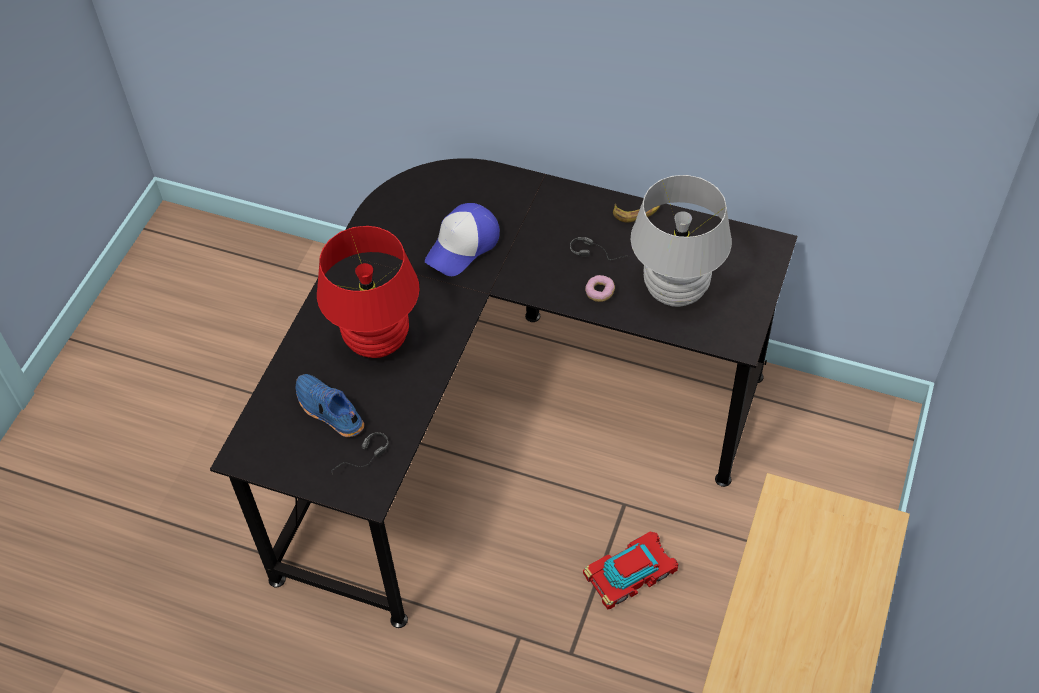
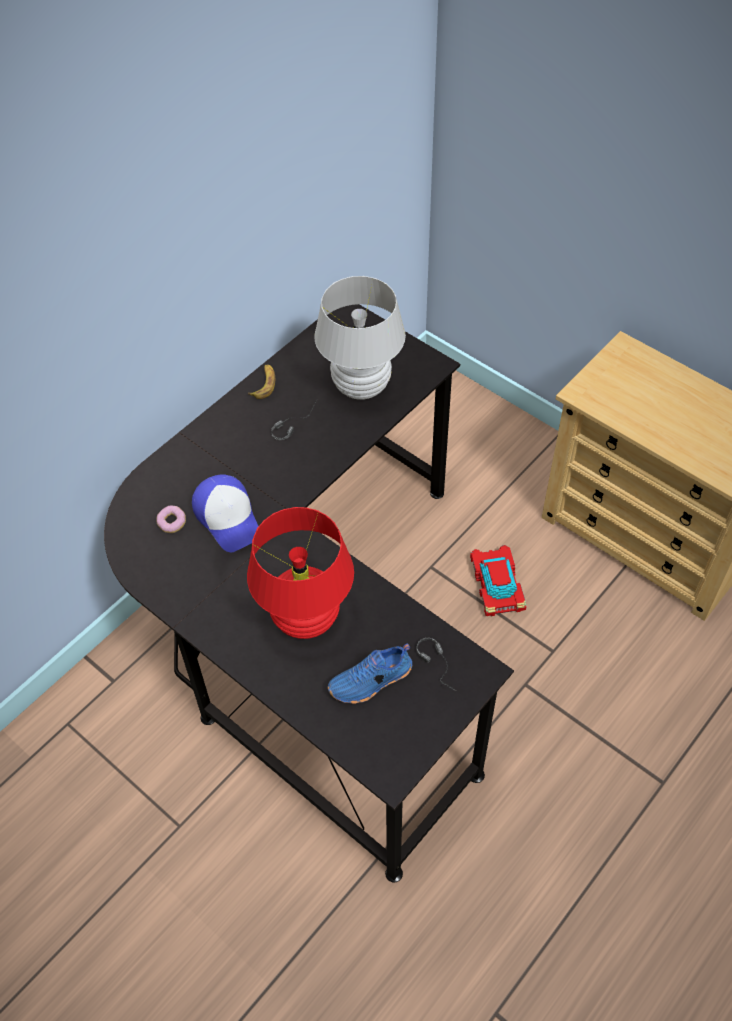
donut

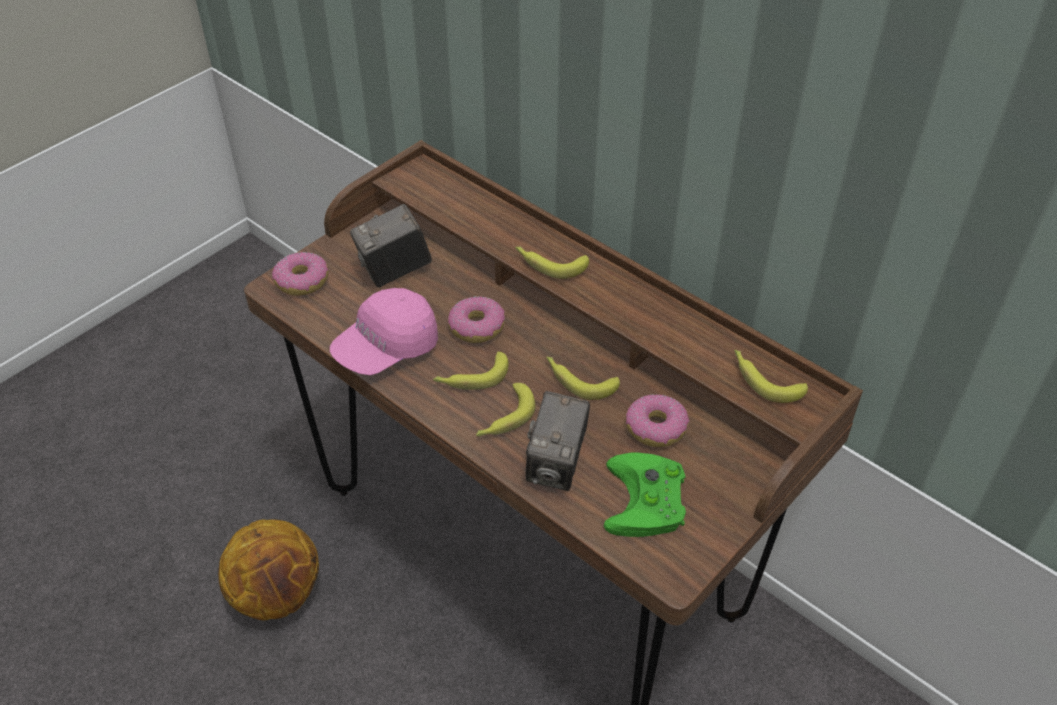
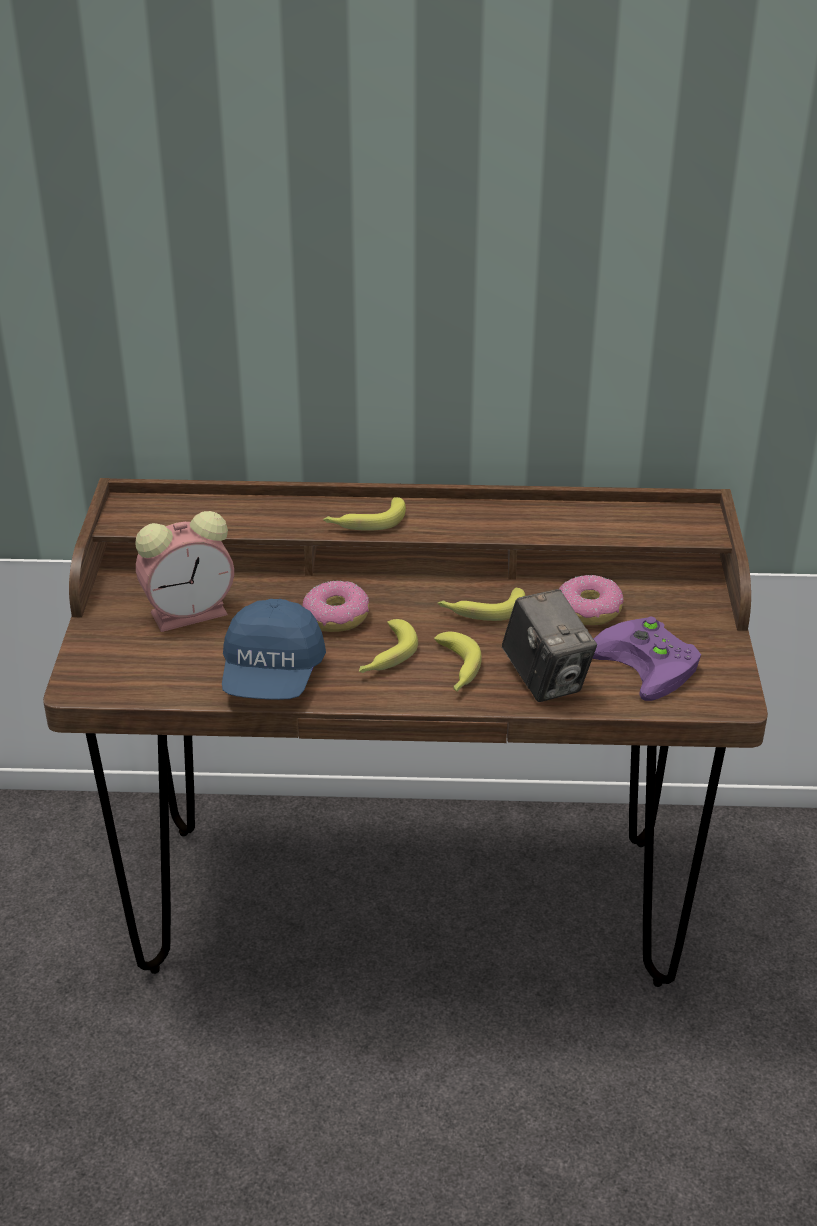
alarm clock; blue cap; purple game controller; basketball; donut (1st from left in the first image); banana (5th from left in the first image)

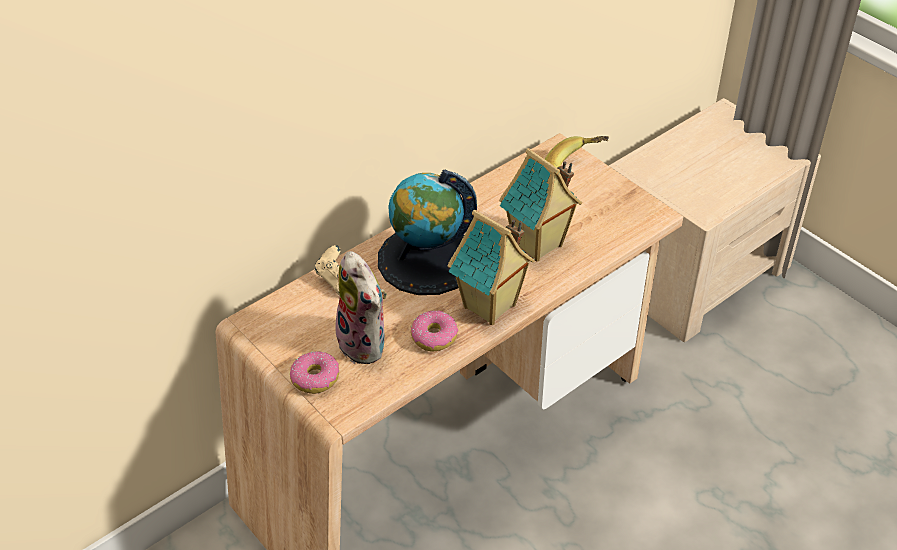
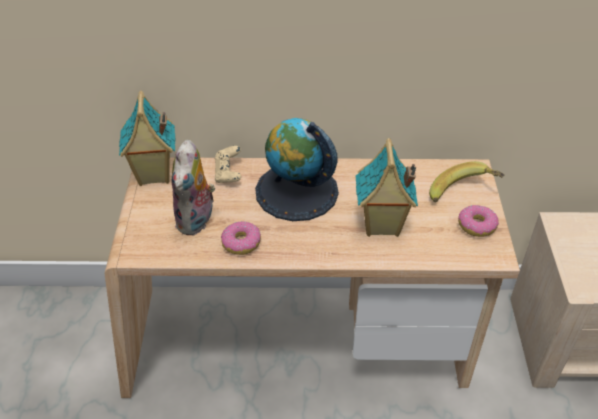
toy house (1st from left); donut (2nd from left)

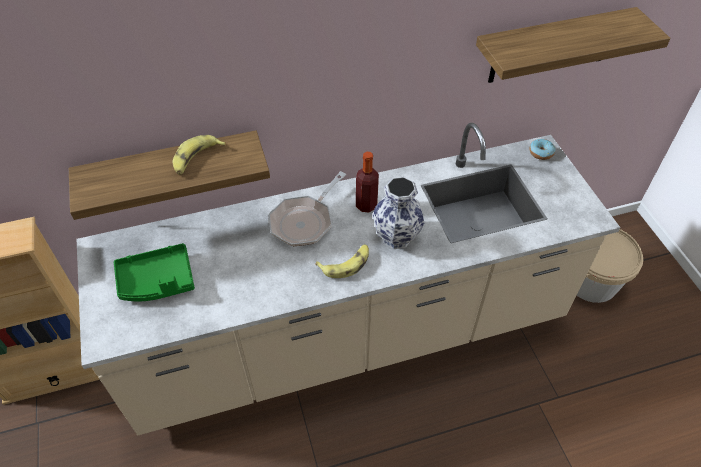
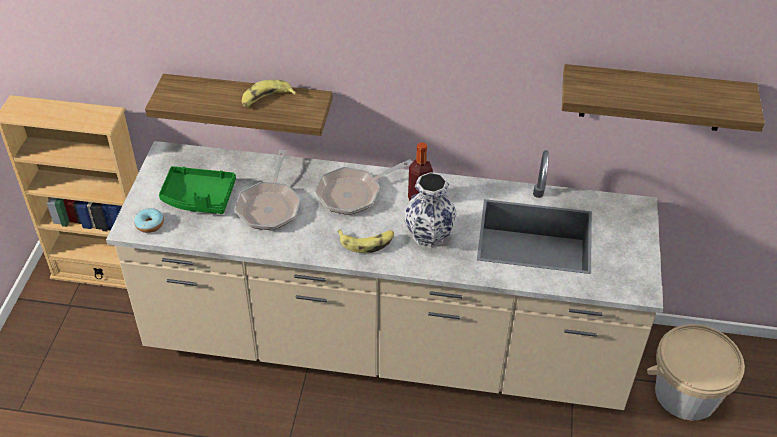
donut; frying pan (1st from left)

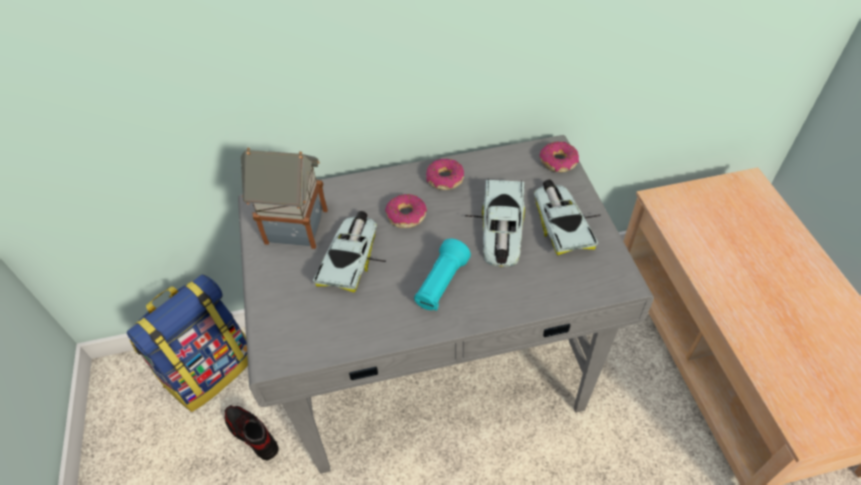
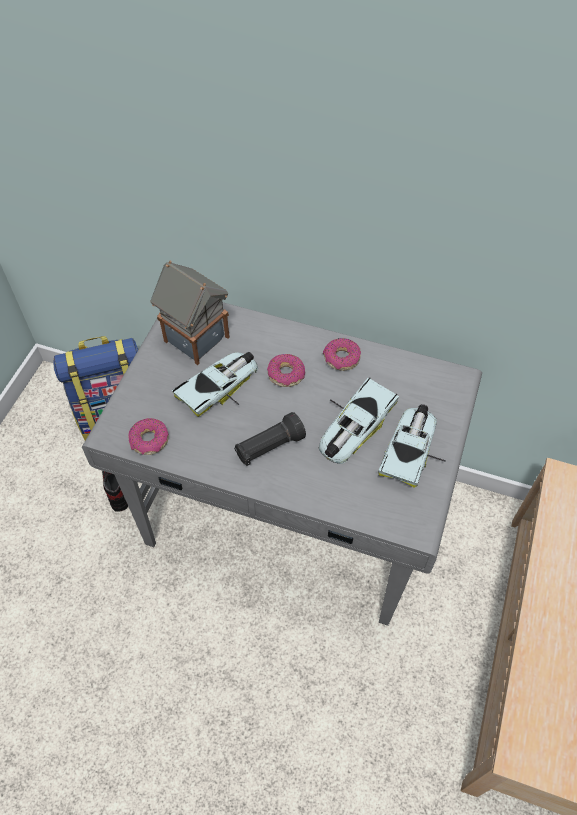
donut (1st from left); black flashlight

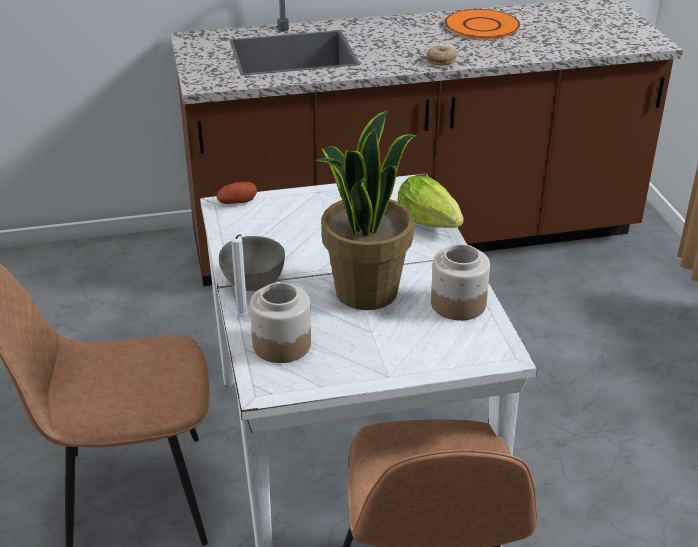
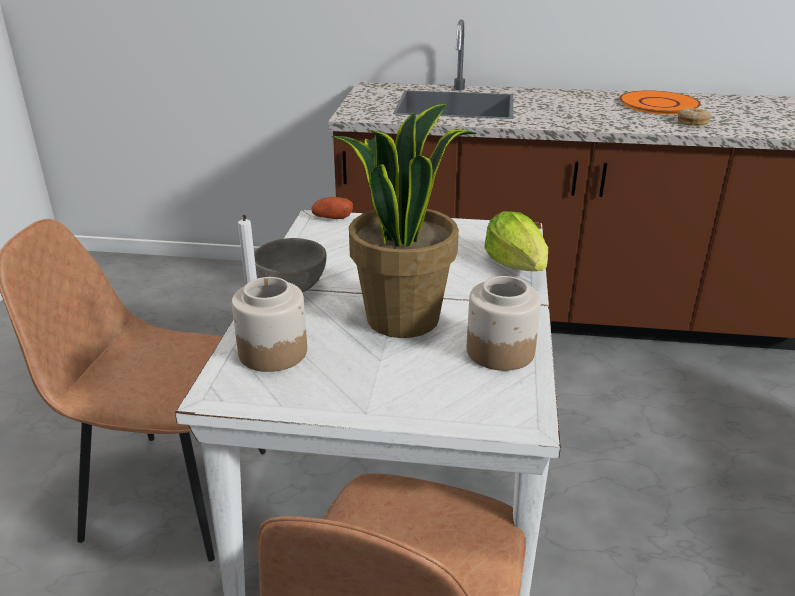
donut

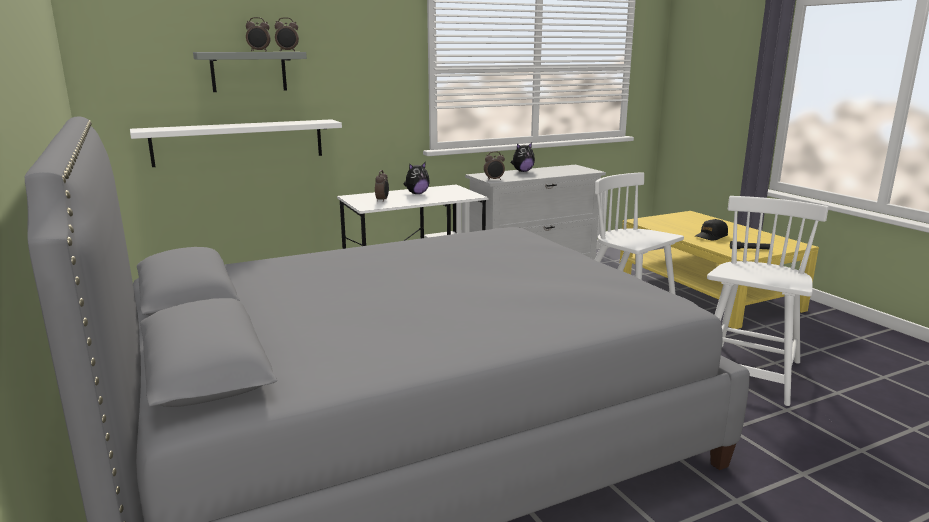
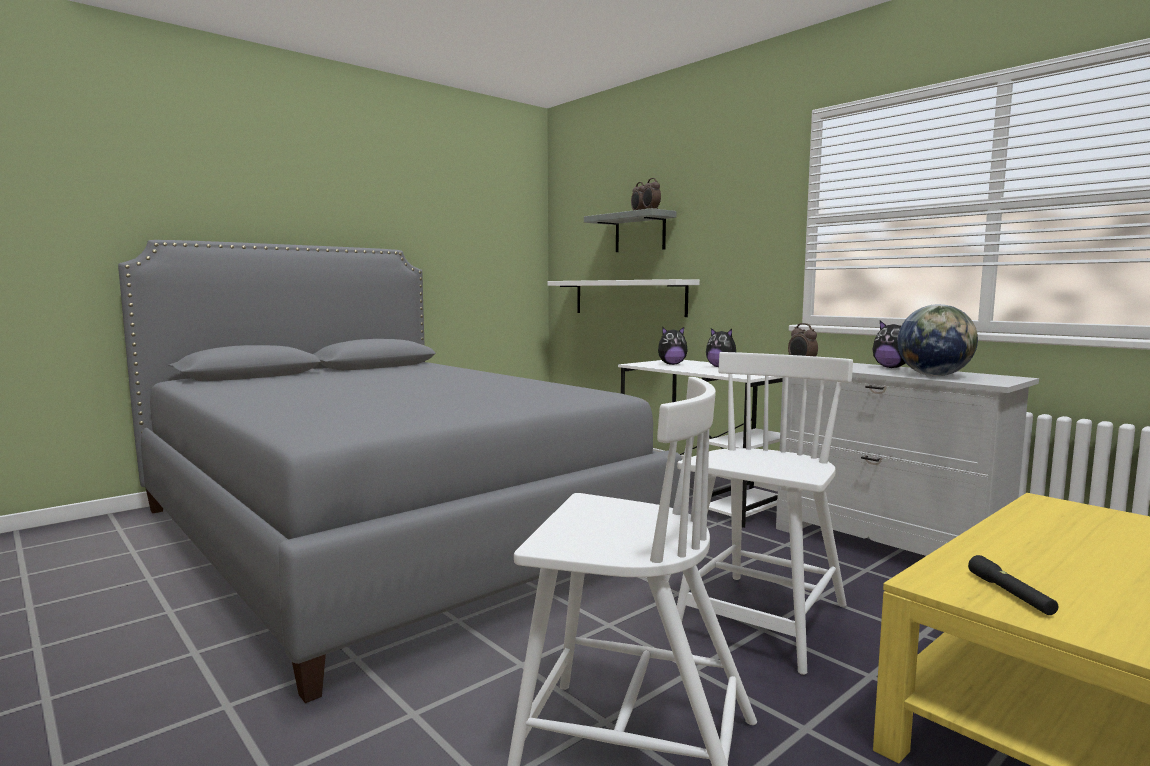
plush toy (1st from left); globe; black cap

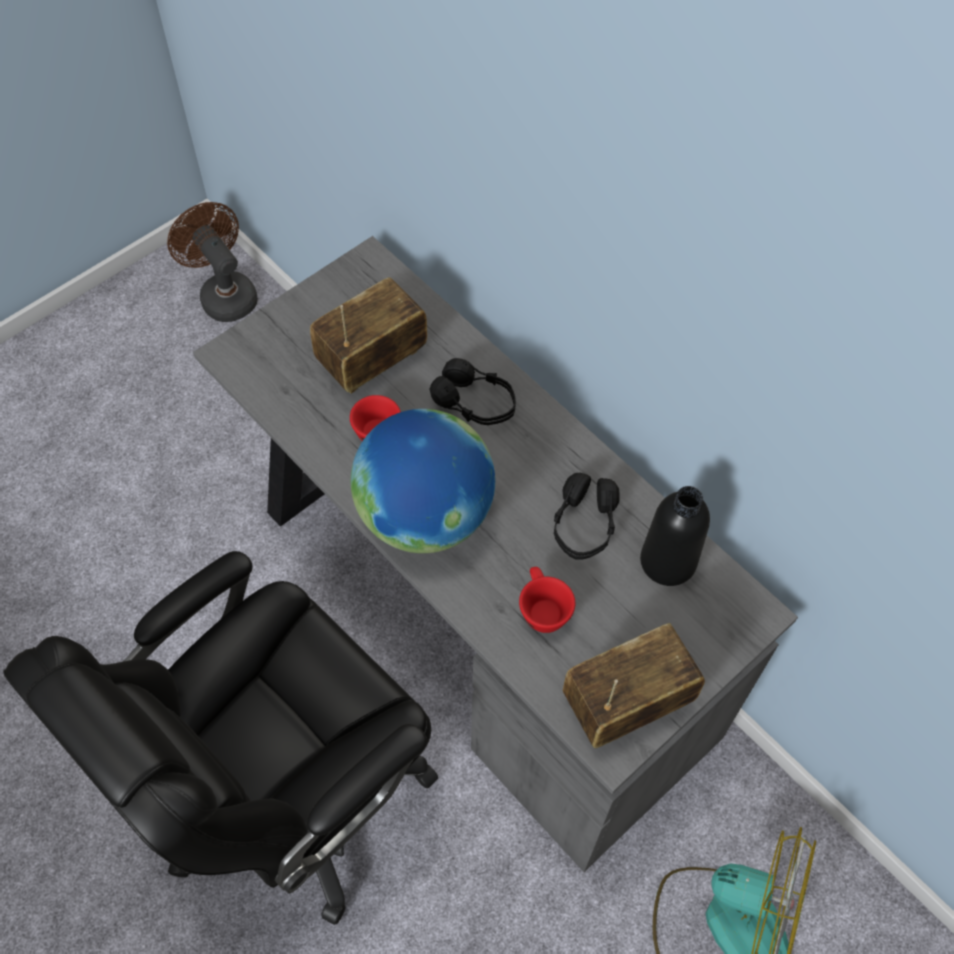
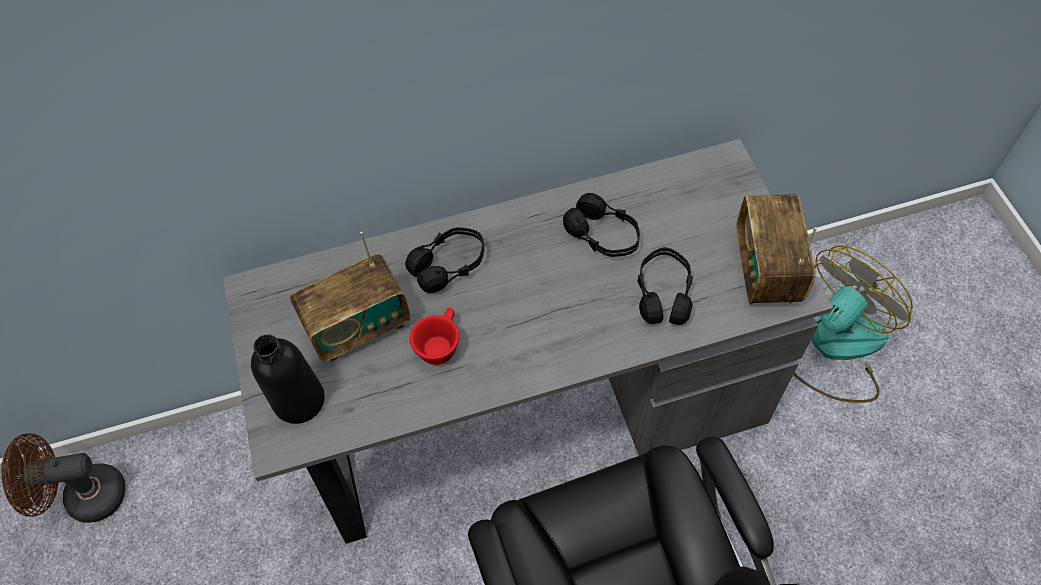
black bottle; radio (1st from left); black headphones (3rd from left); globe

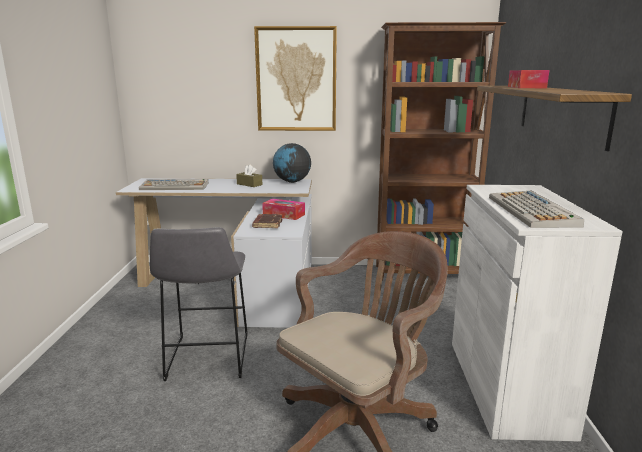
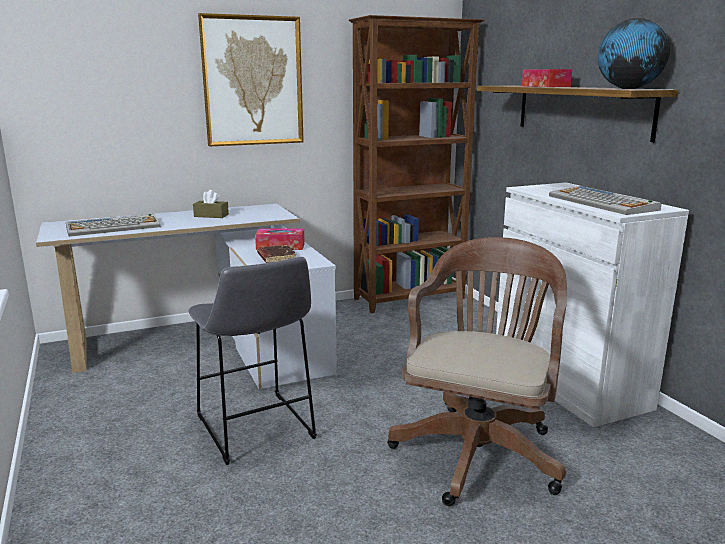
globe

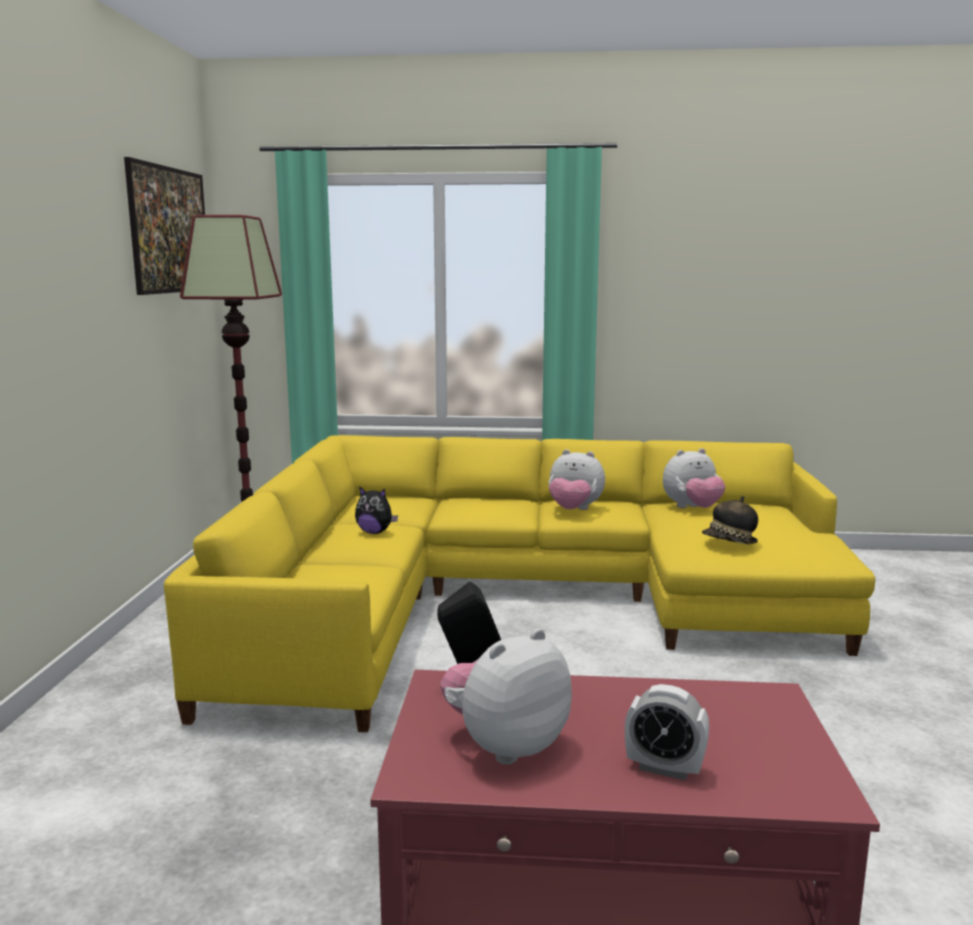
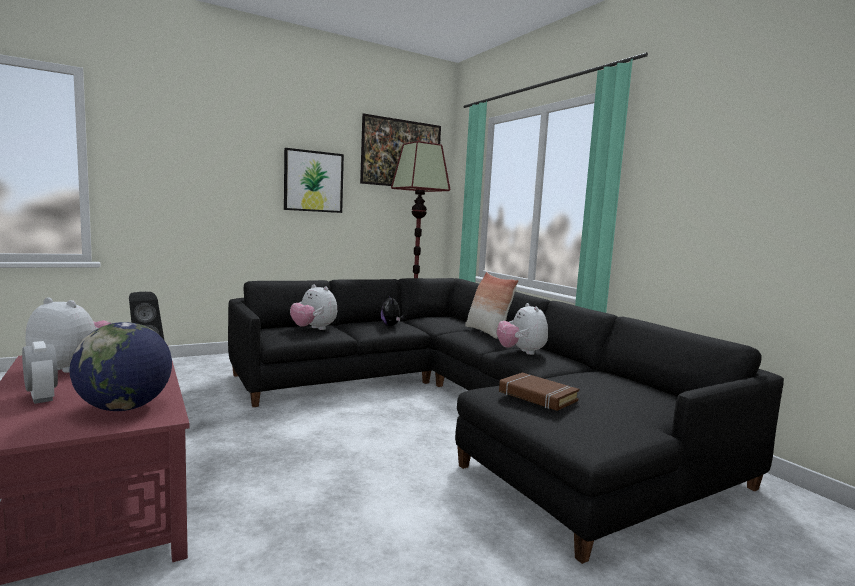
alarm clock; globe; black sofa; picture (1st from left); plush toy (2nd from left); pillow; brown book

